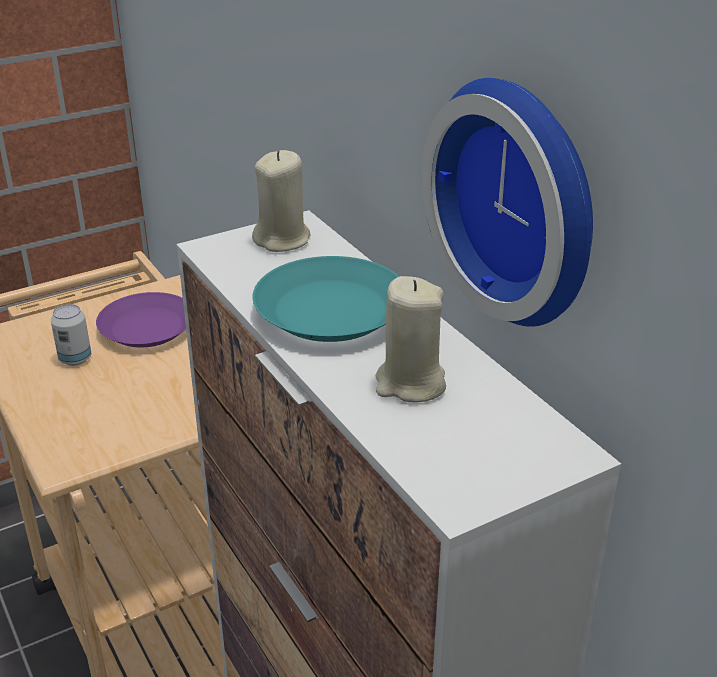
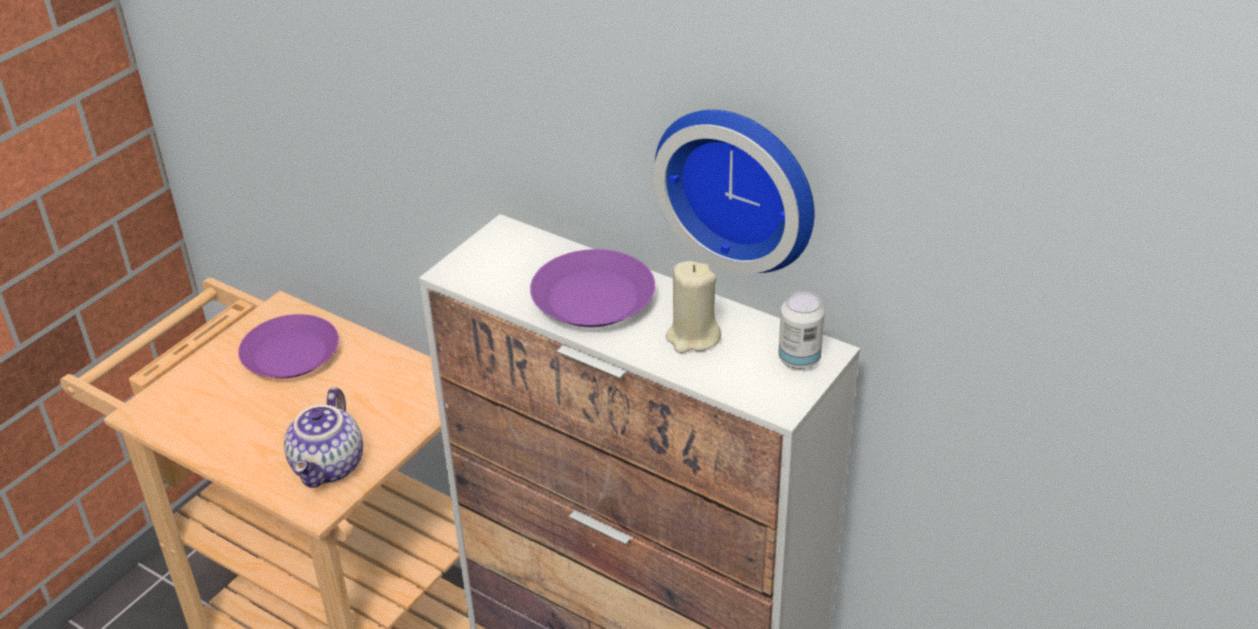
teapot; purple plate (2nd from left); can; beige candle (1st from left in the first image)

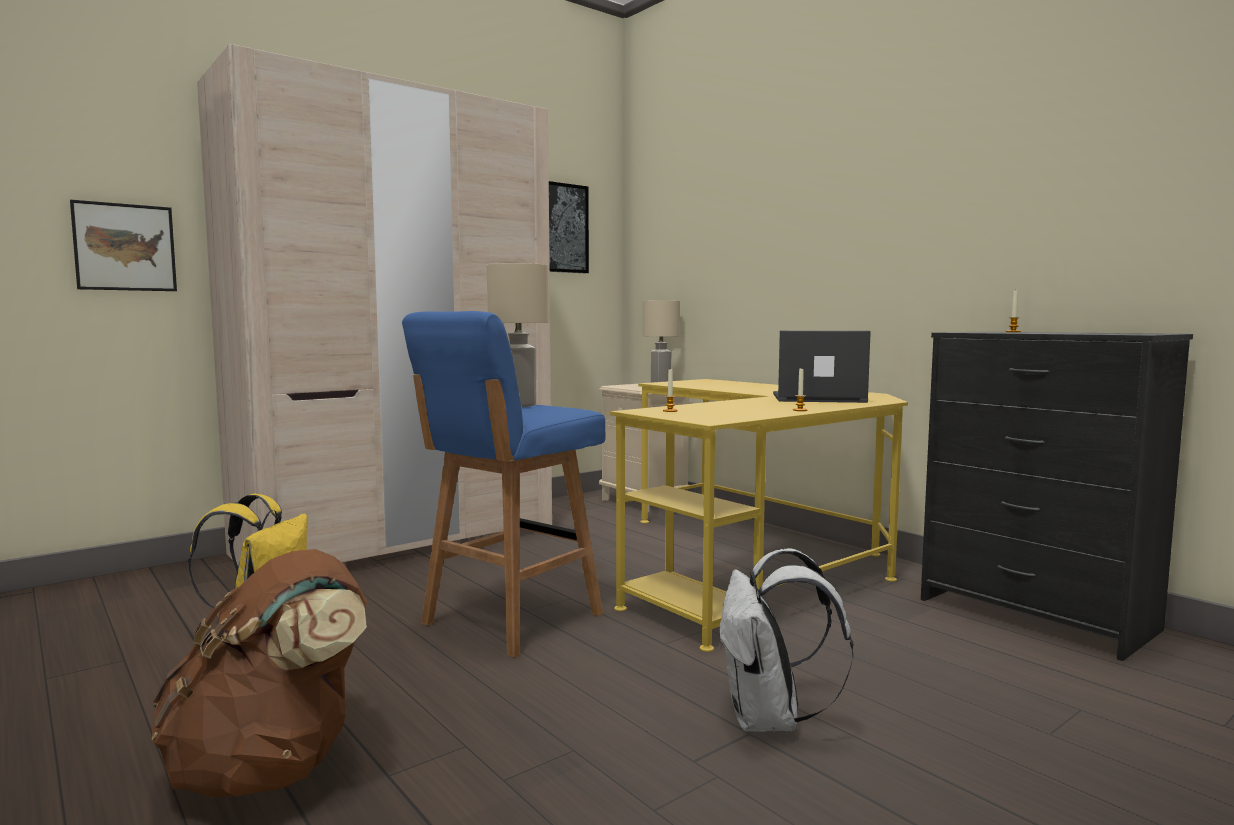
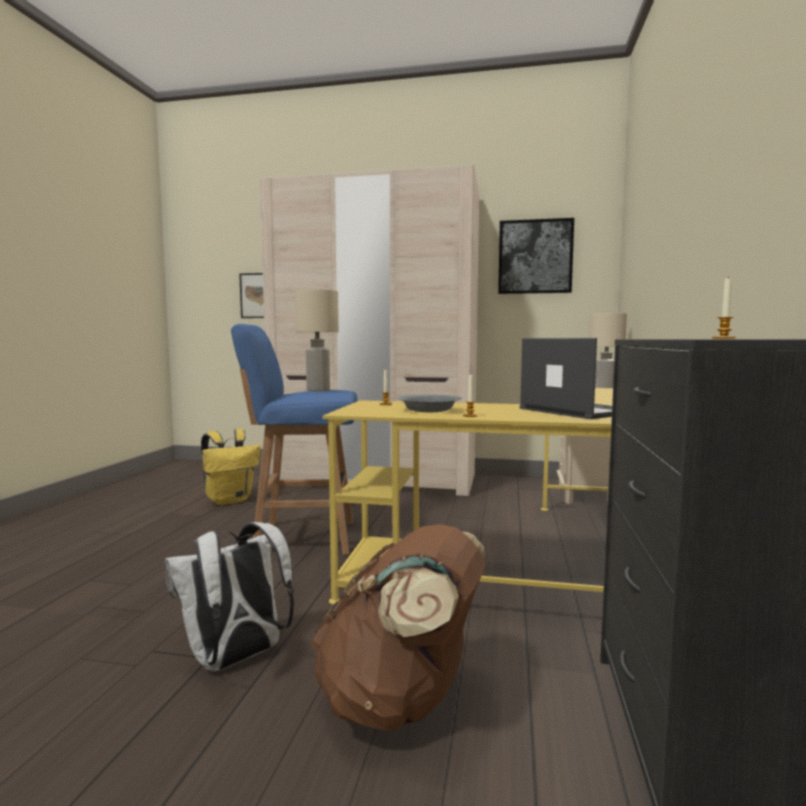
brown backpack; grey bowl

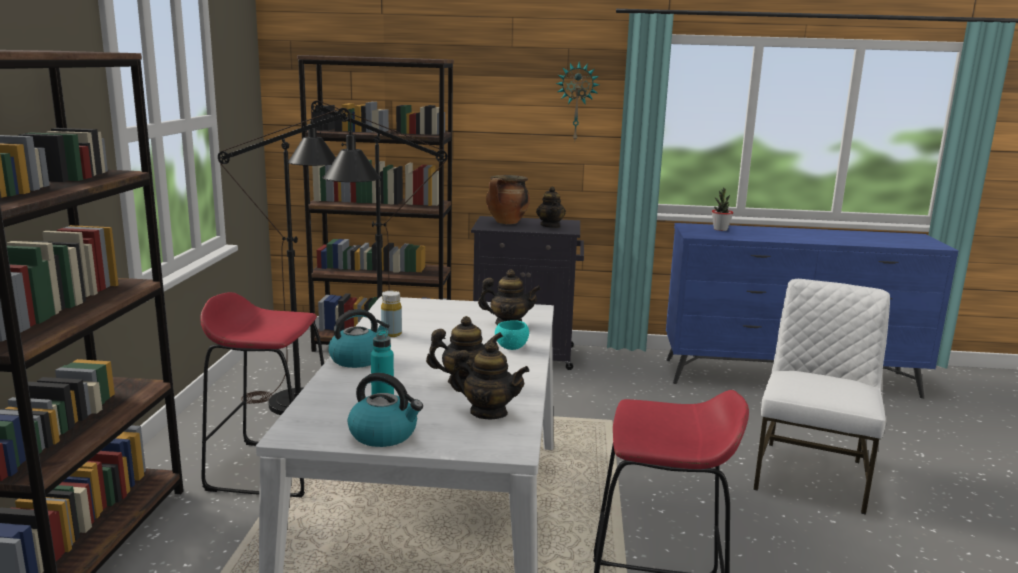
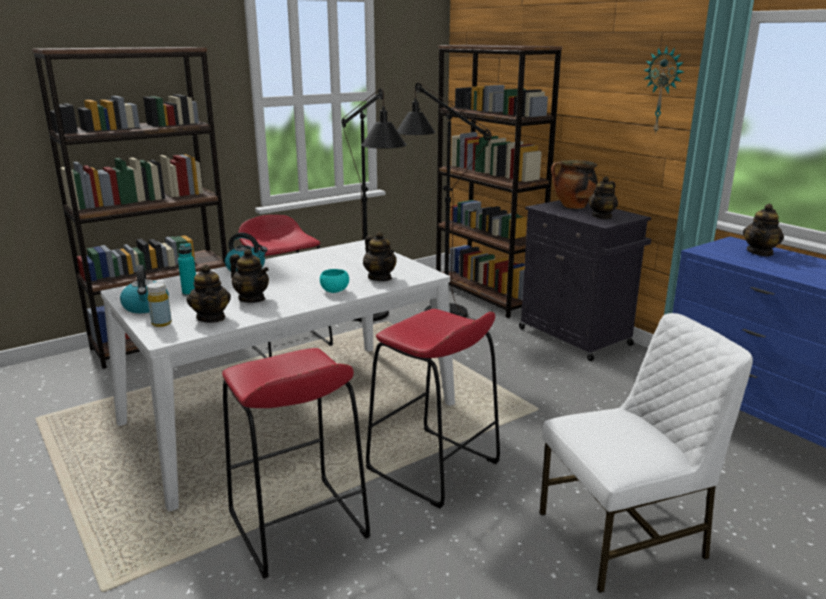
yellow bottle; red stool (3rd from left); teapot (5th from left)

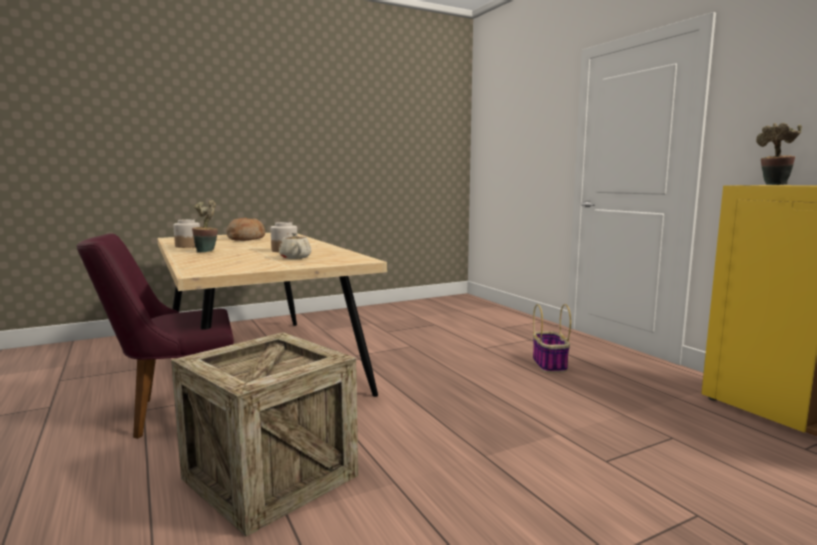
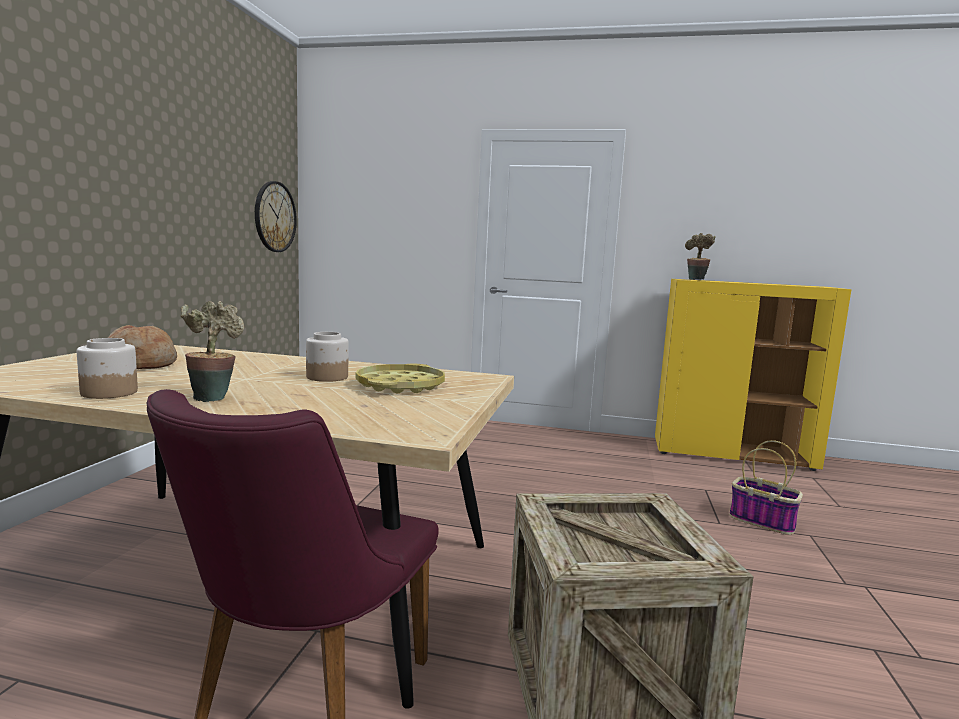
wall clock; yellow tray; basket

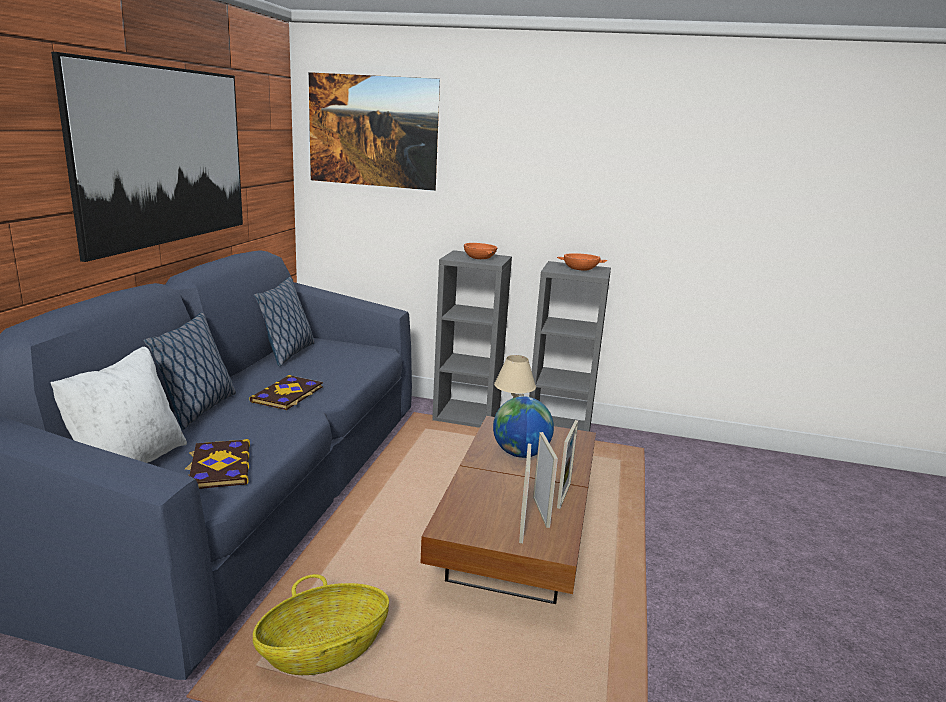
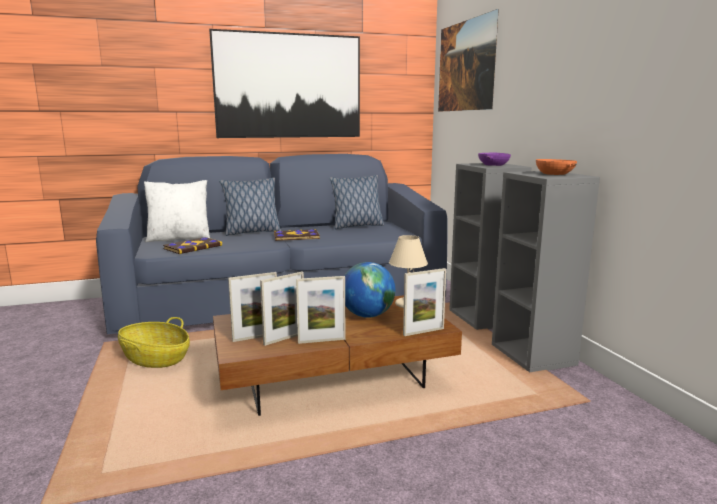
picture frame (4th from left); purple bowl

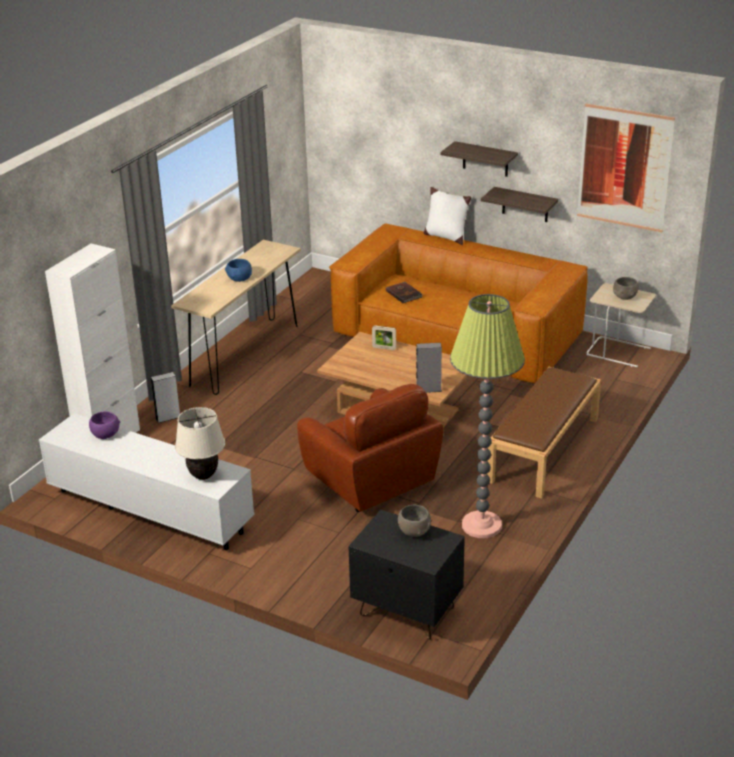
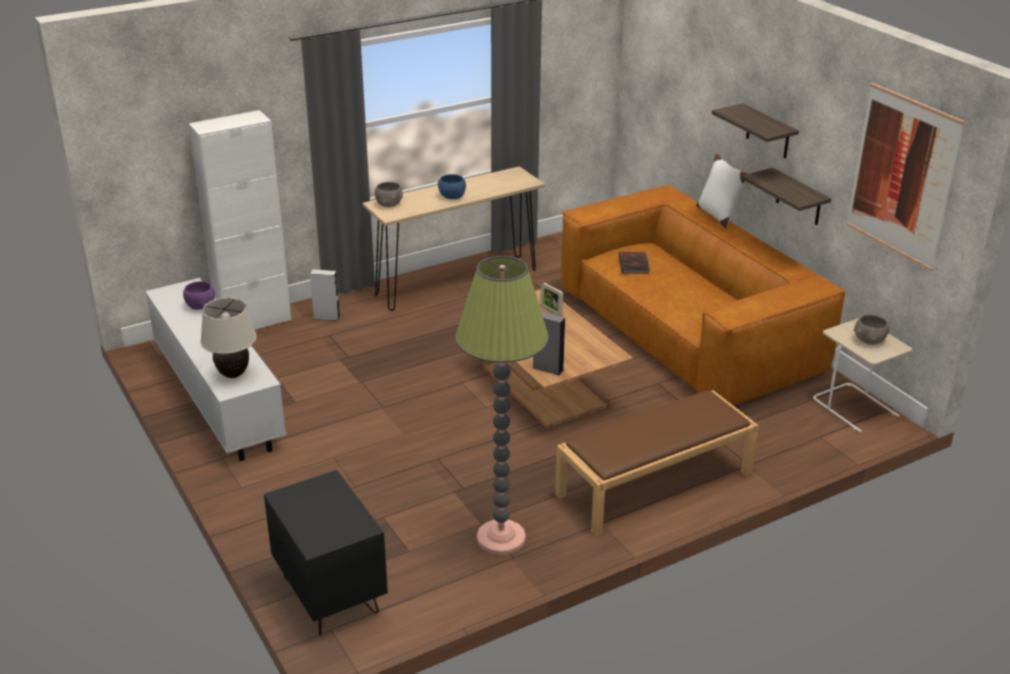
grey bowl (1st from left); brown armchair

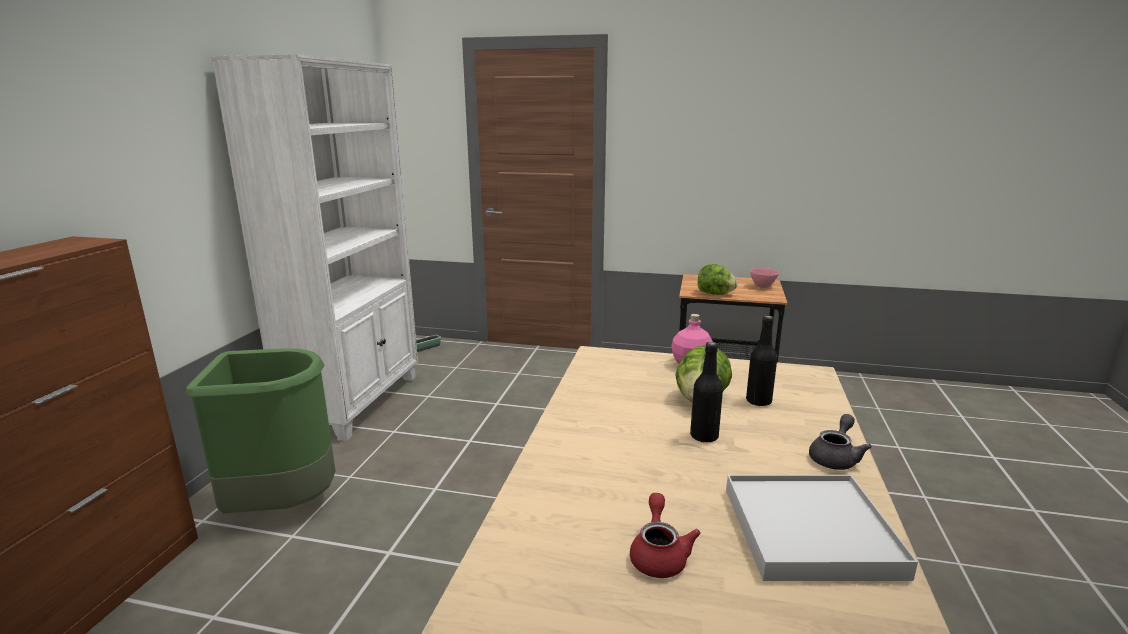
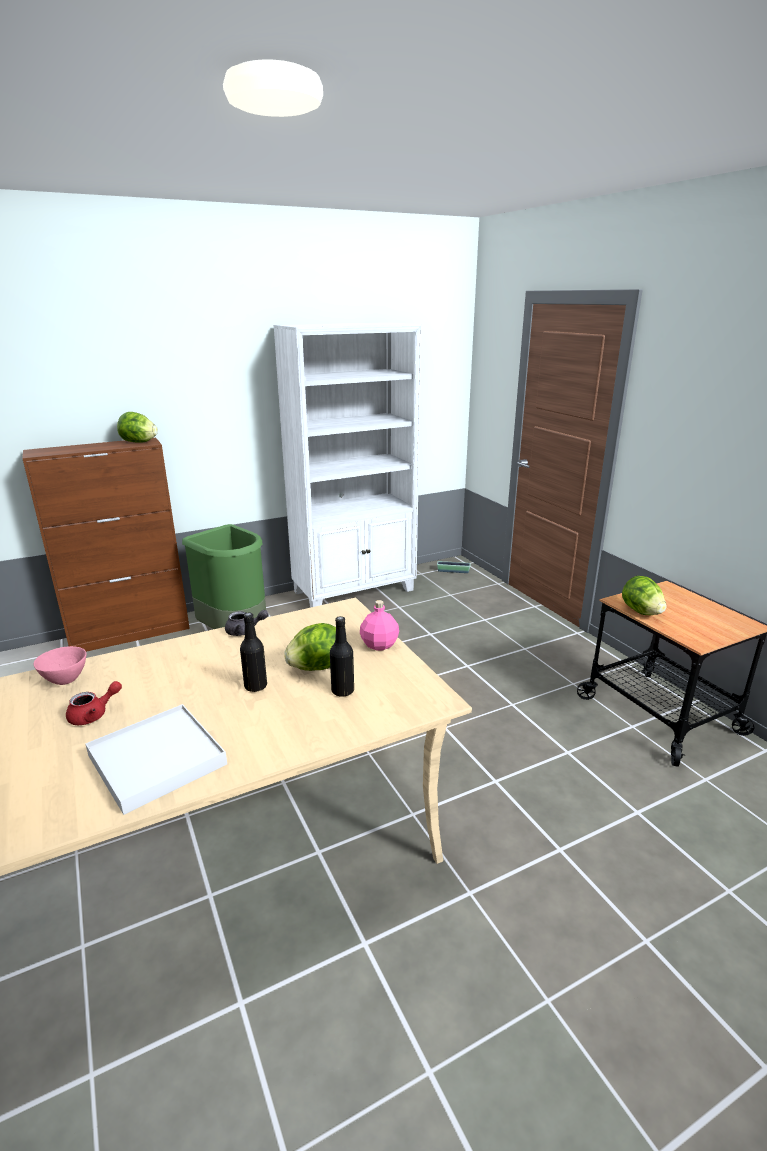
pink bowl; lettuce (1st from left); grey teapot

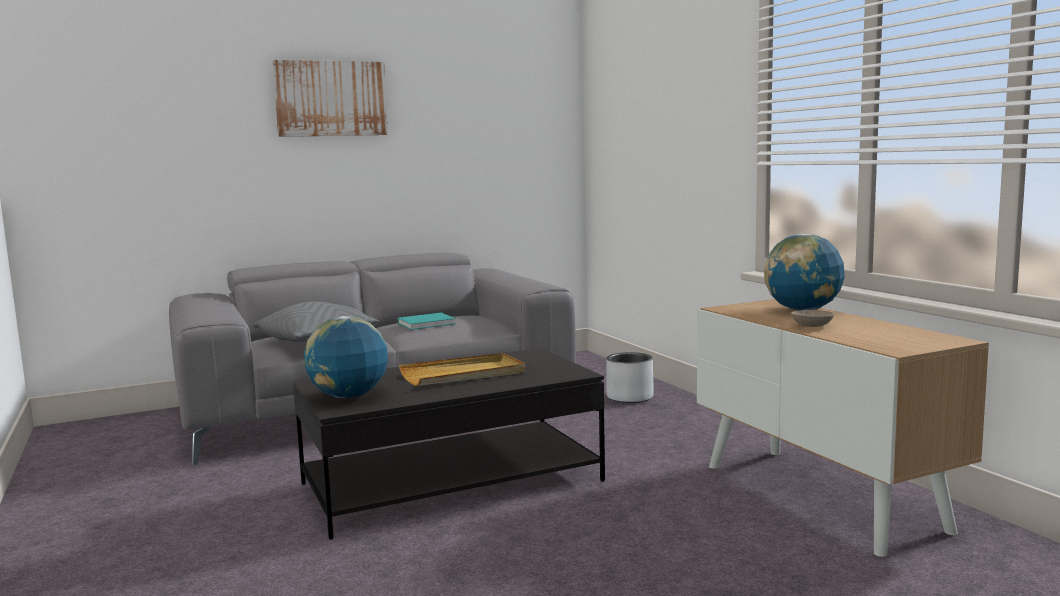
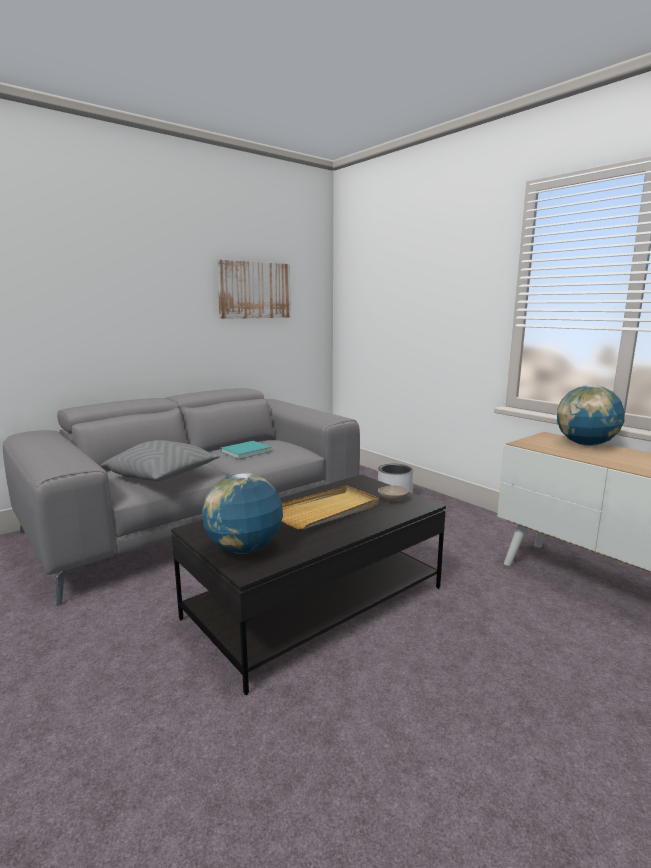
picture; beige bowl

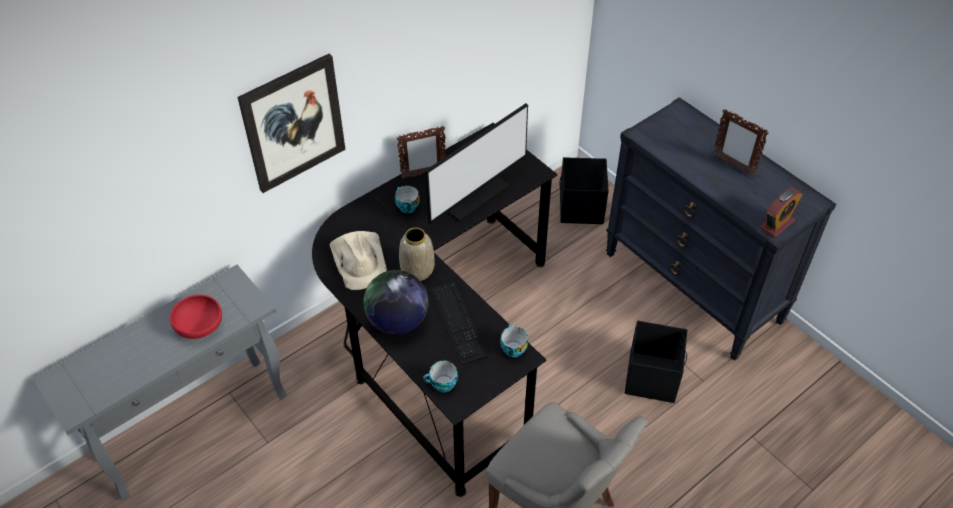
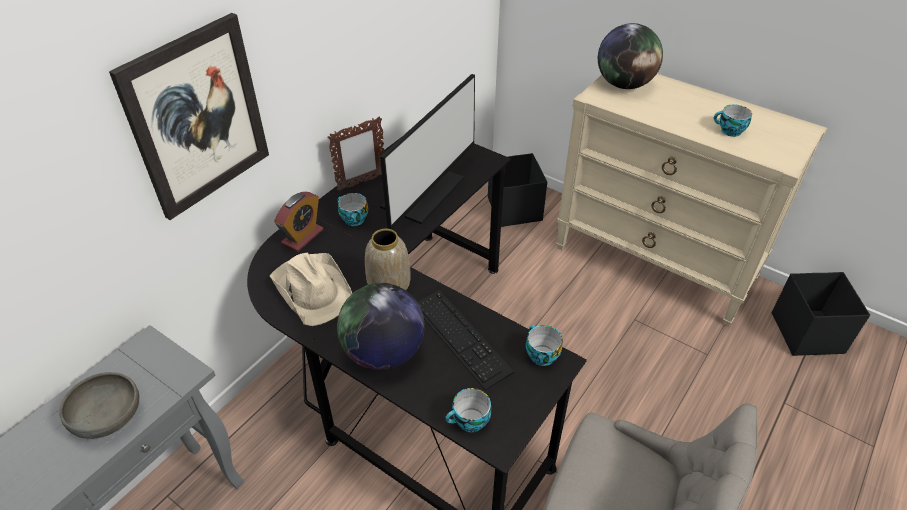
grey bowl; alarm clock; beige dresser; globe (2nd from left); cup (4th from left); black storage box (2nd from left); picture frame (2nd from left in the first image)

